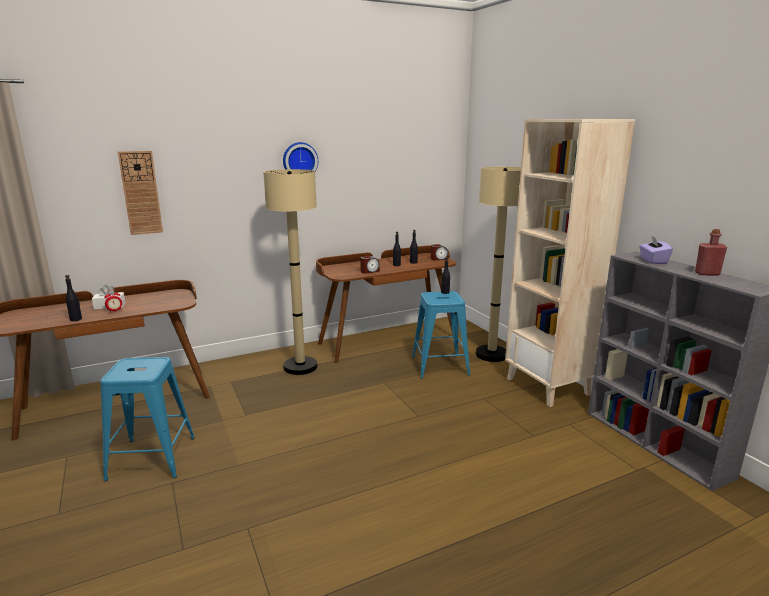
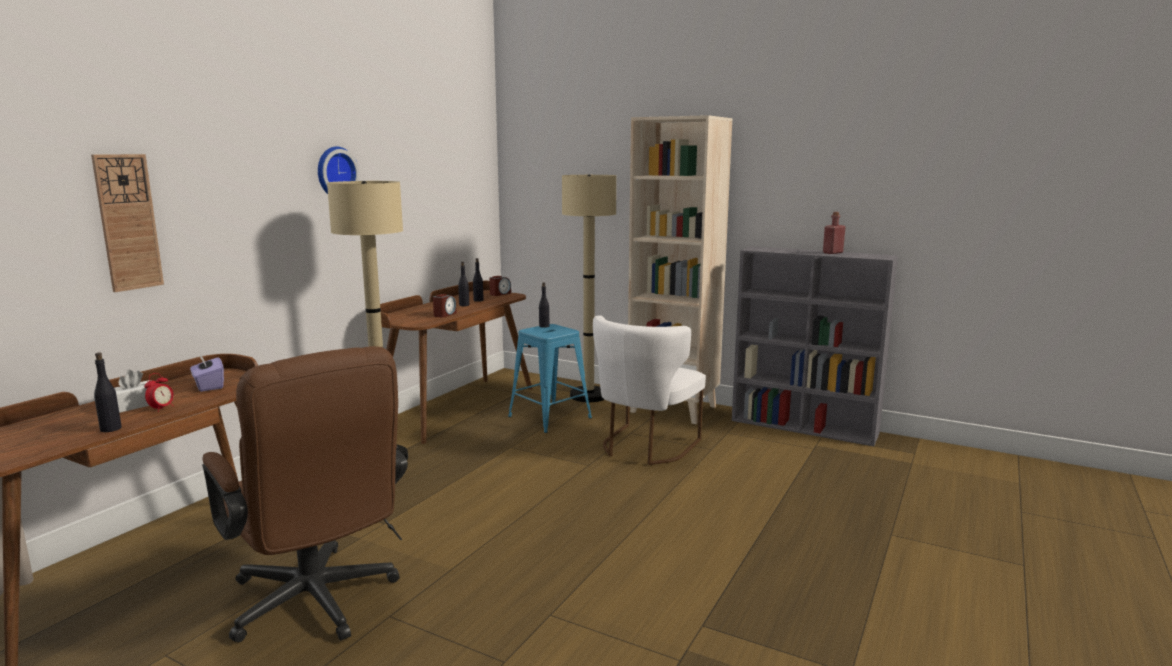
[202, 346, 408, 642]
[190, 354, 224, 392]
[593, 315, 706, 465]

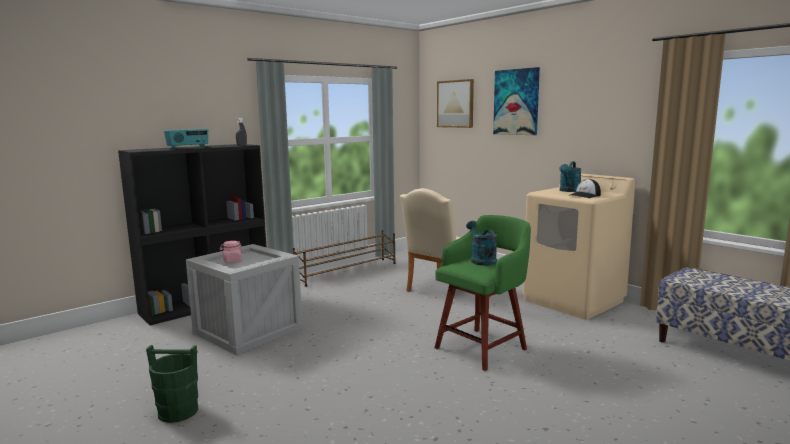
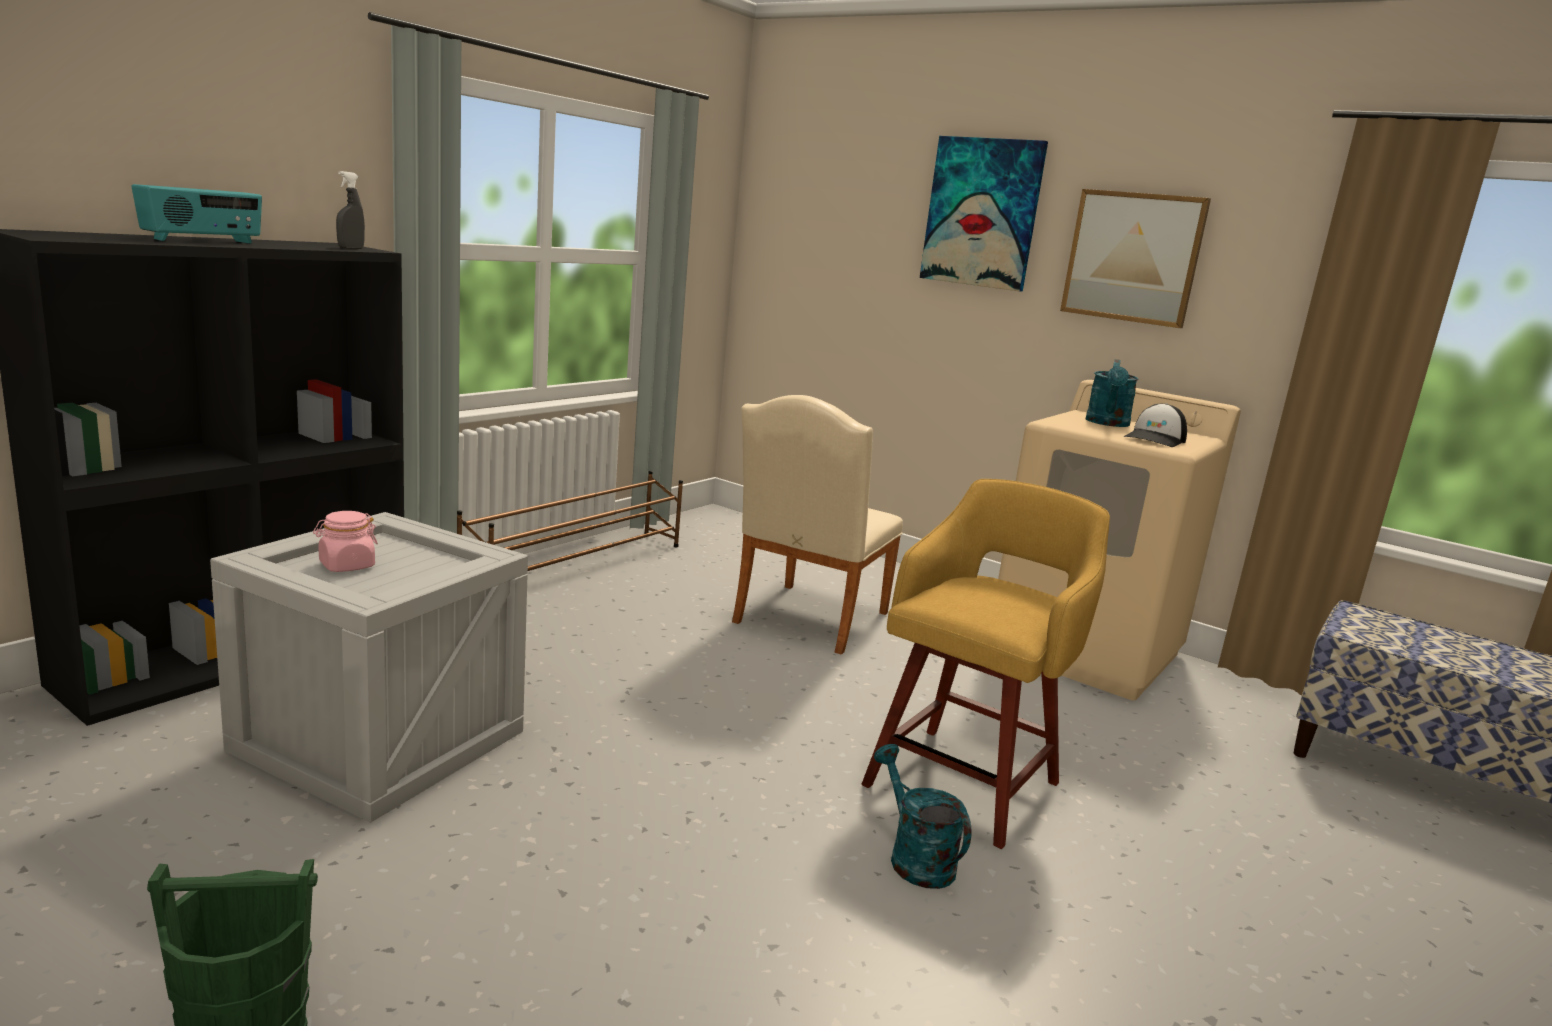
[861, 479, 1110, 849]
[1060, 189, 1211, 328]
[874, 744, 972, 889]

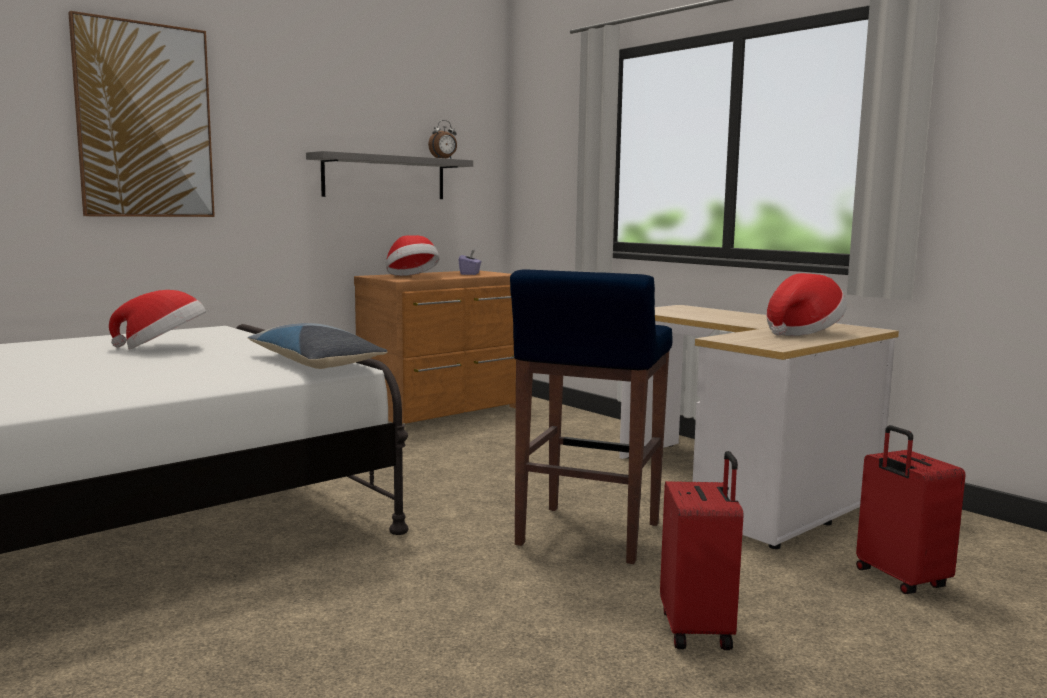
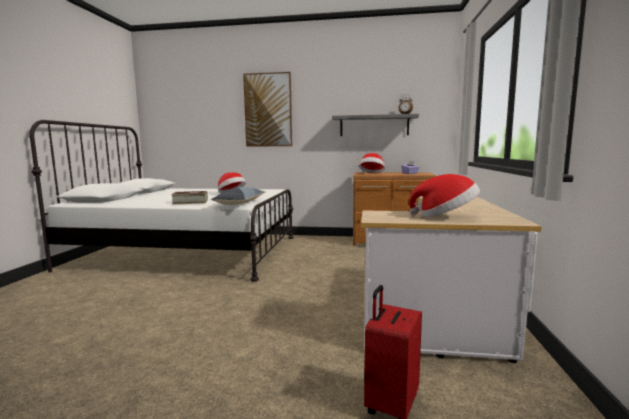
[510, 269, 672, 564] (first image)
[660, 451, 743, 650] (first image)
[171, 191, 208, 205]

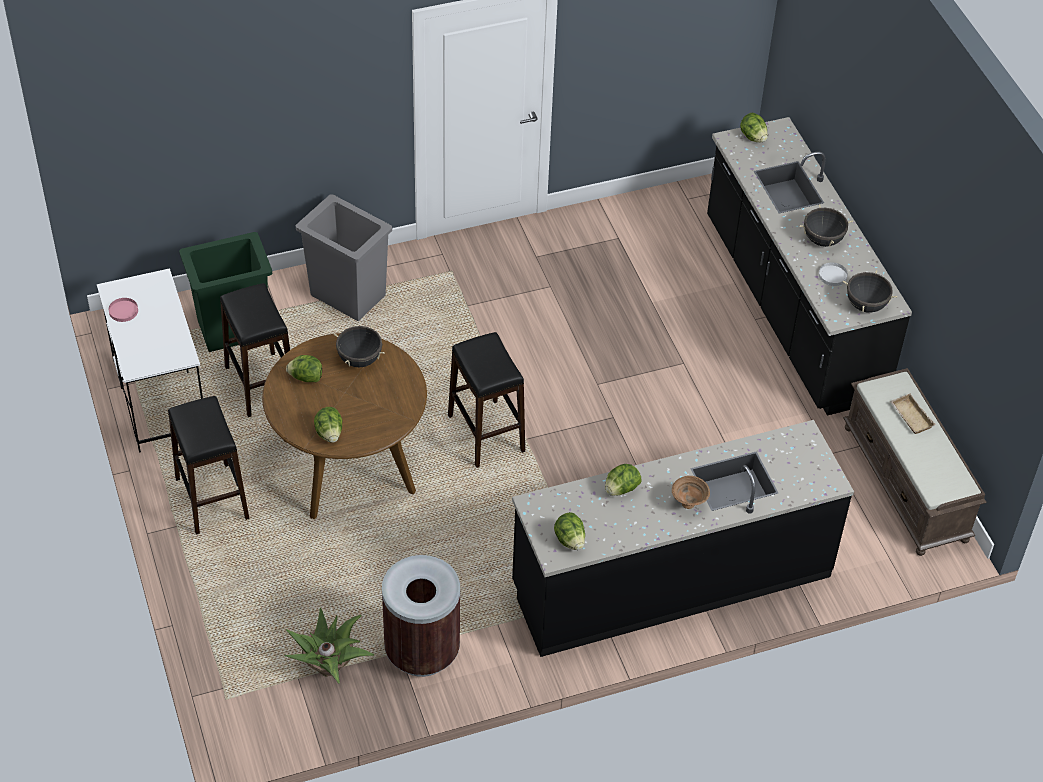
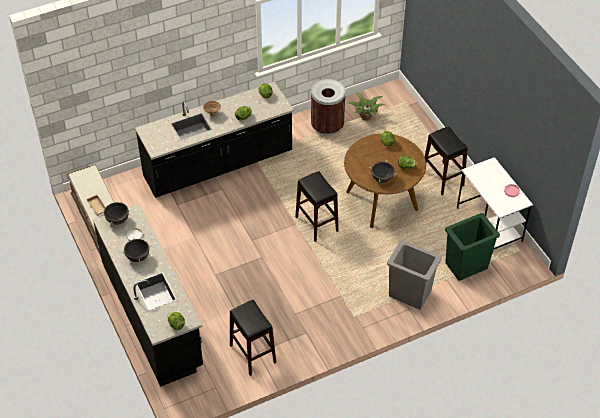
[230, 300, 276, 376]

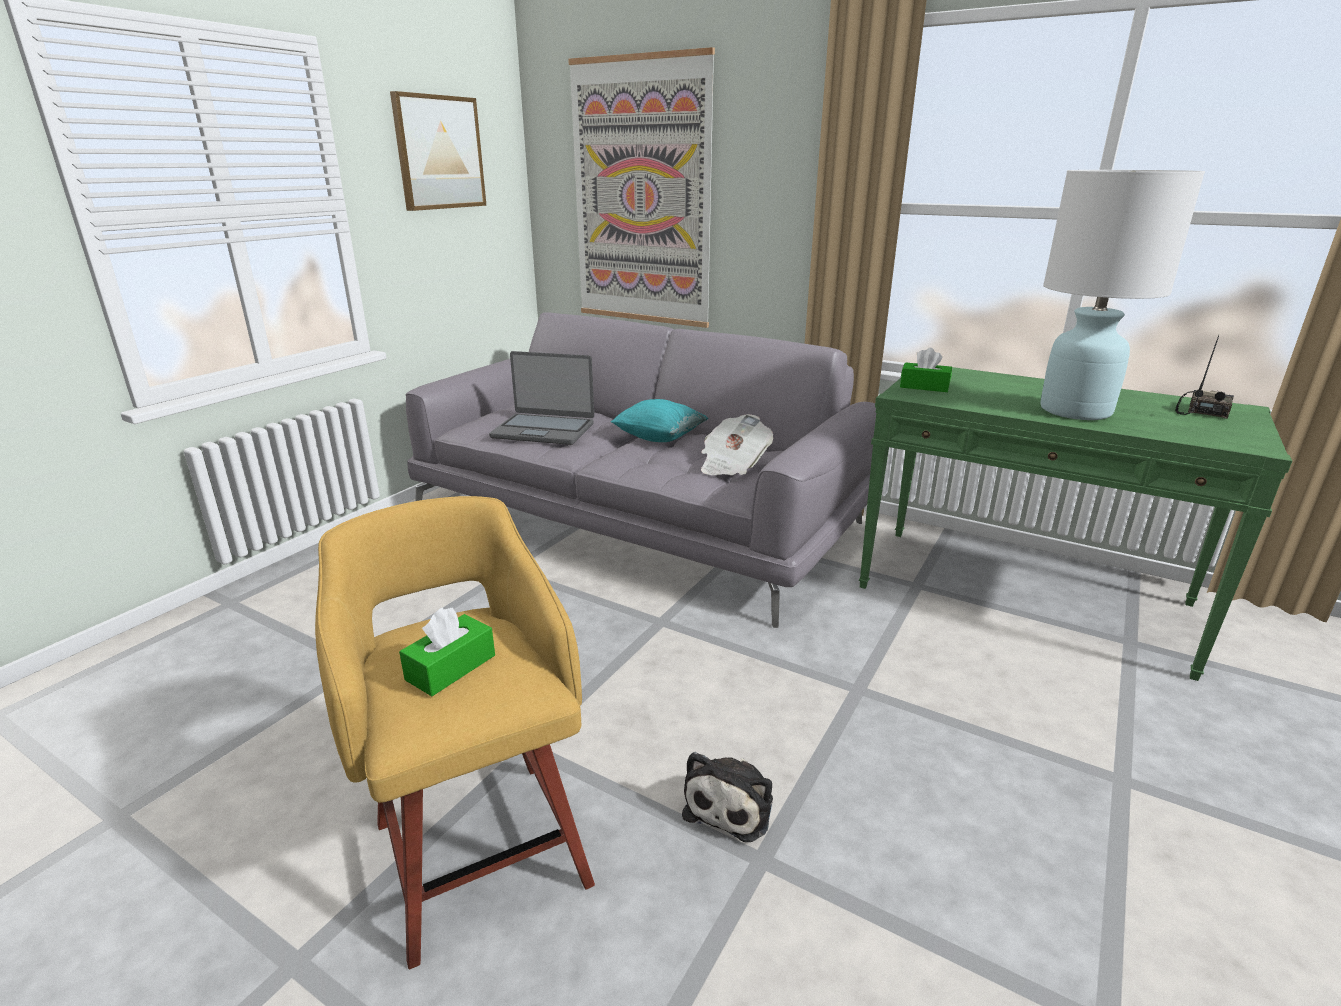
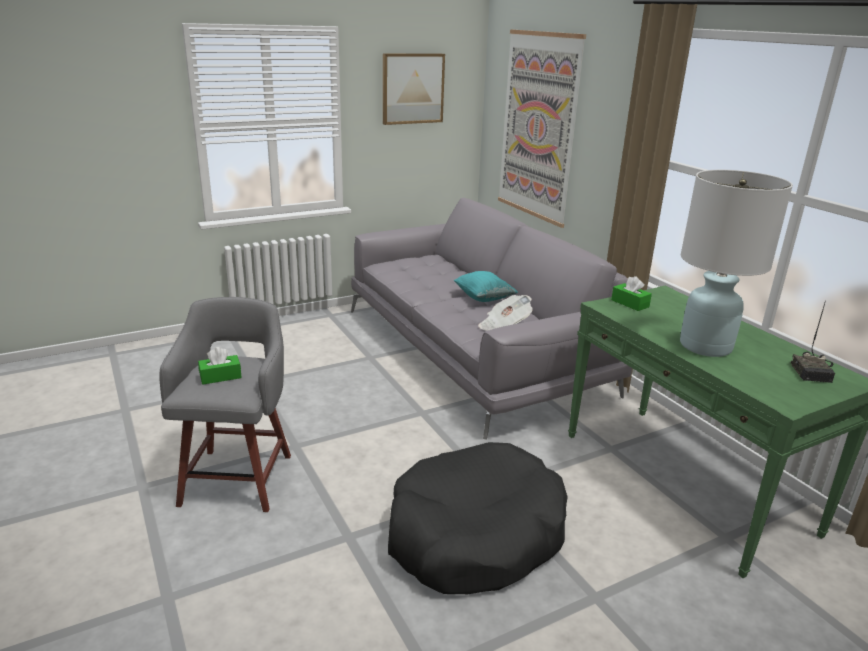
[159, 297, 291, 512]
[489, 351, 594, 445] (first image)
[682, 752, 773, 842] (first image)
[791, 300, 835, 383]
[388, 442, 567, 594]

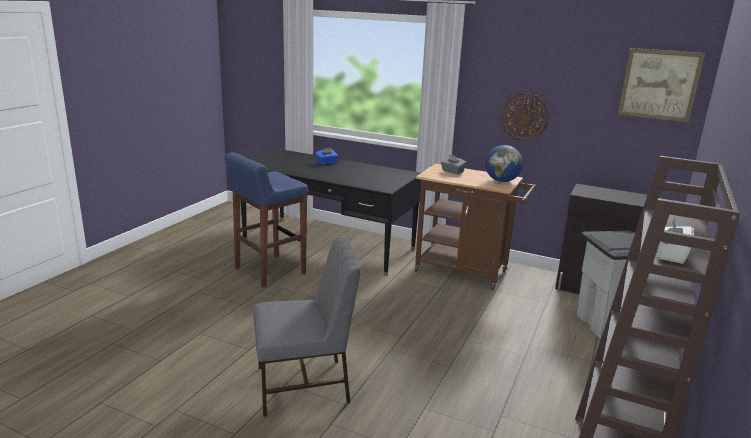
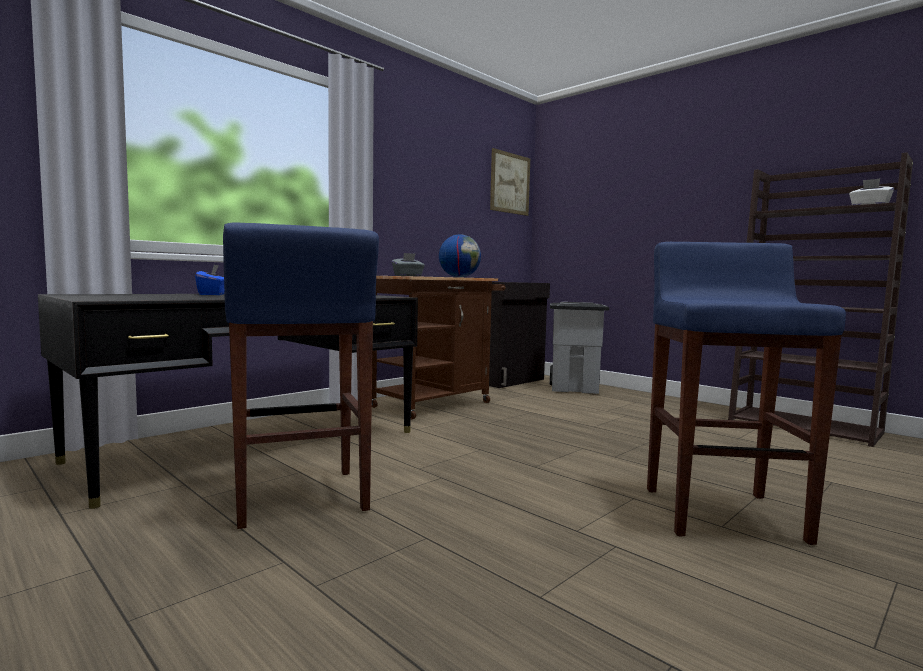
[647, 242, 846, 545]
[501, 93, 549, 141] (first image)

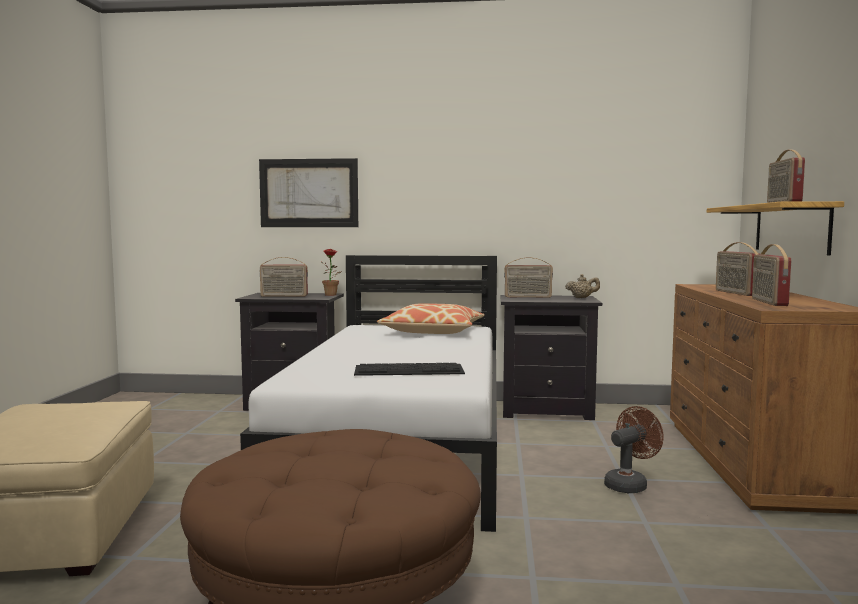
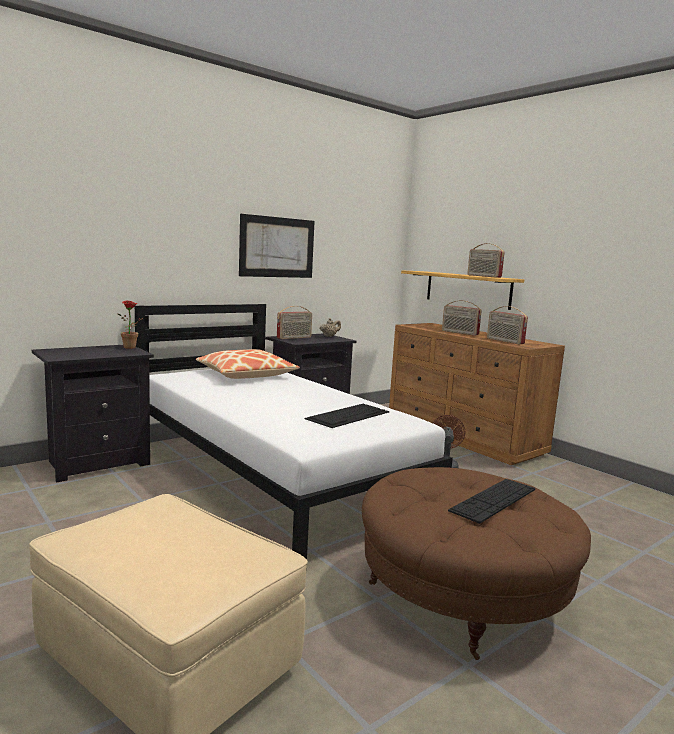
[239, 214, 315, 278]
[259, 257, 308, 297] (first image)
[448, 479, 535, 524]

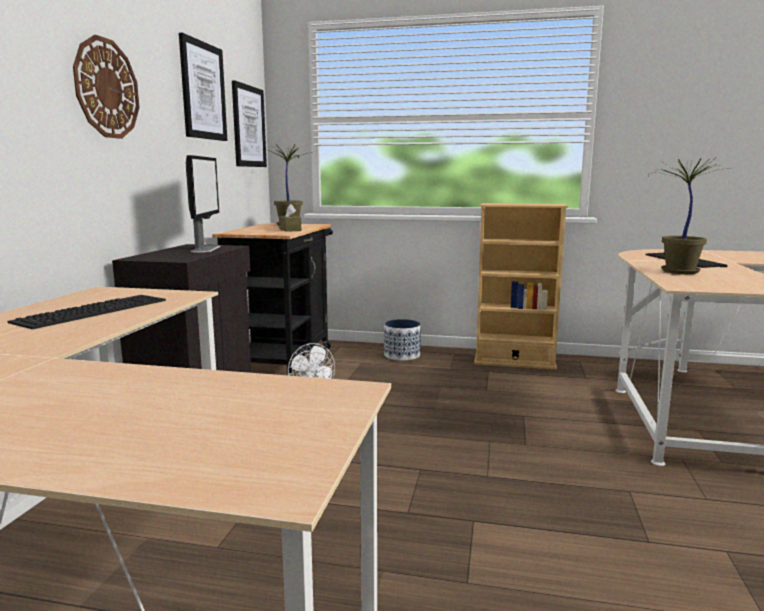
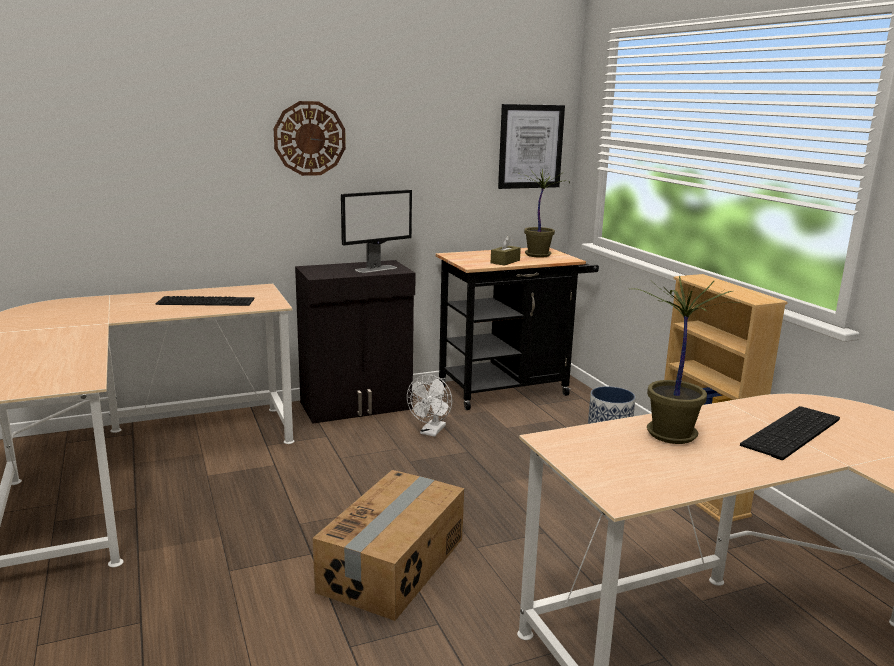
[179, 33, 227, 141] (first image)
[312, 470, 464, 621]

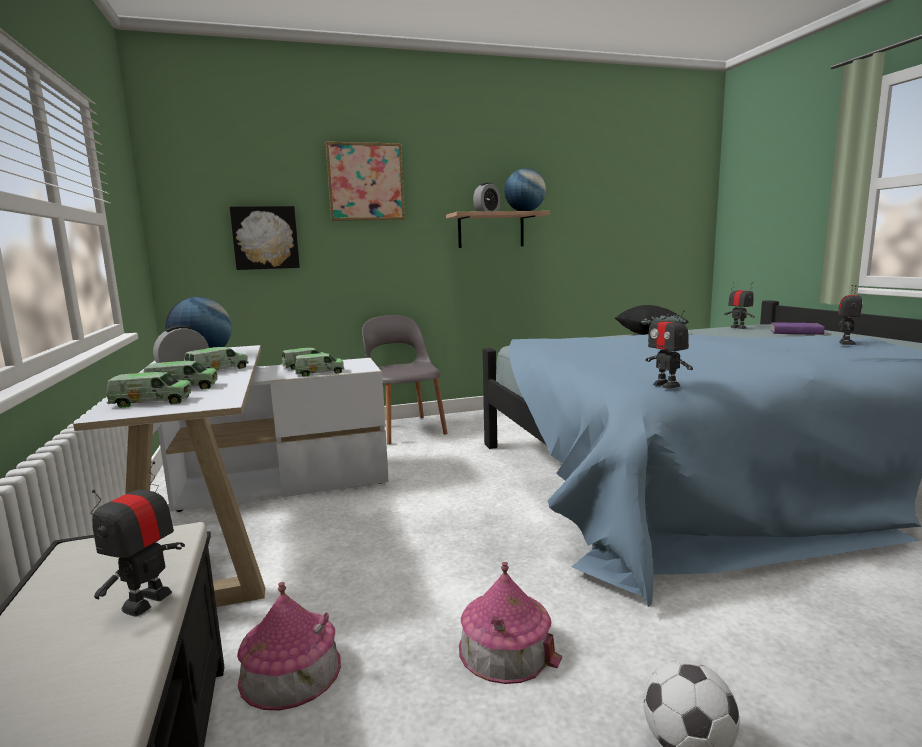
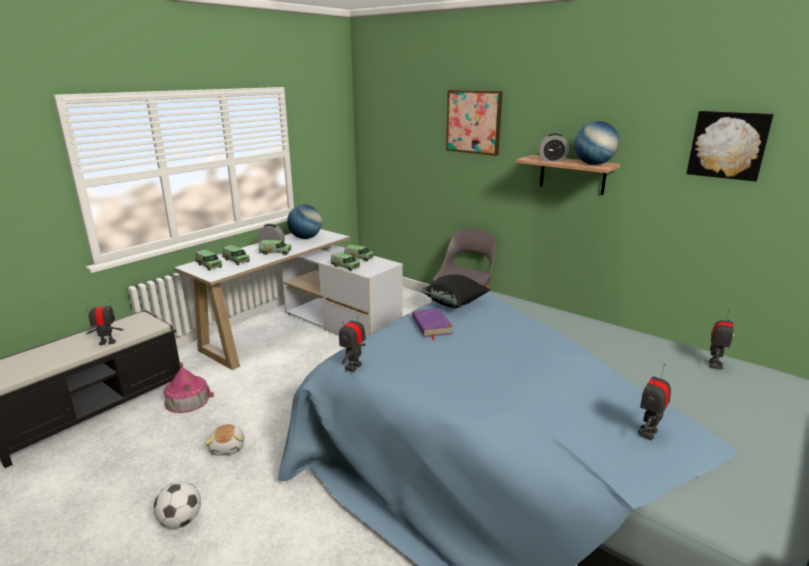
[687, 111, 774, 181]
[205, 424, 245, 456]
[421, 274, 490, 308]
[412, 308, 453, 340]
[637, 364, 671, 441]

